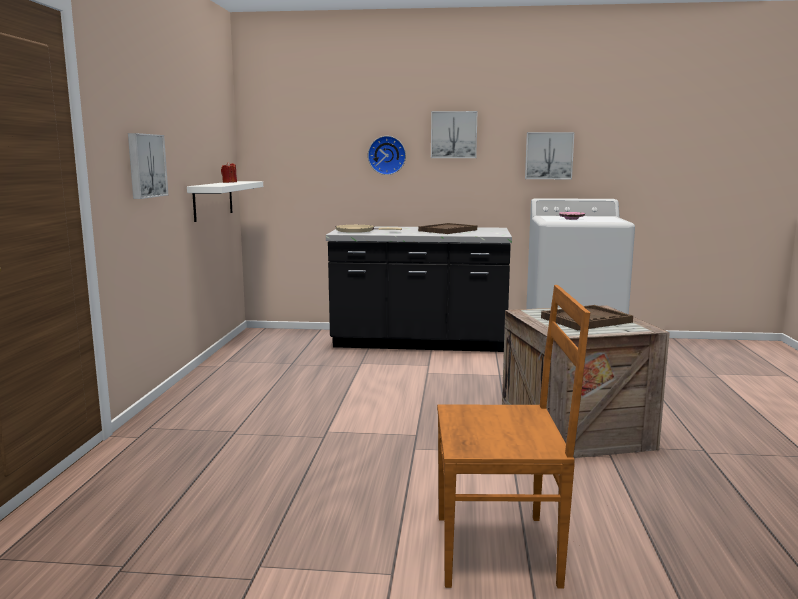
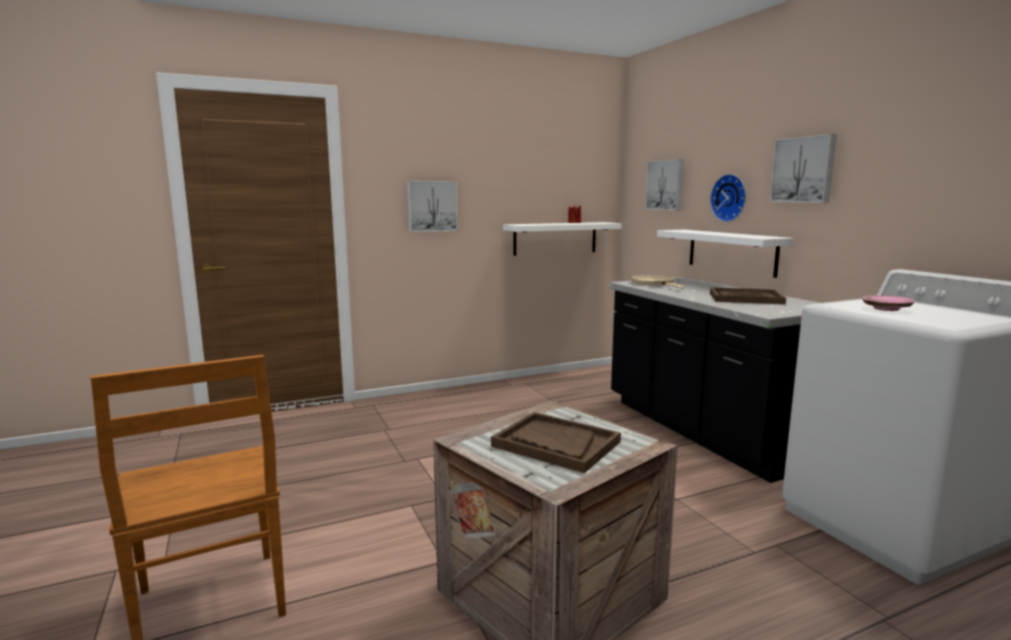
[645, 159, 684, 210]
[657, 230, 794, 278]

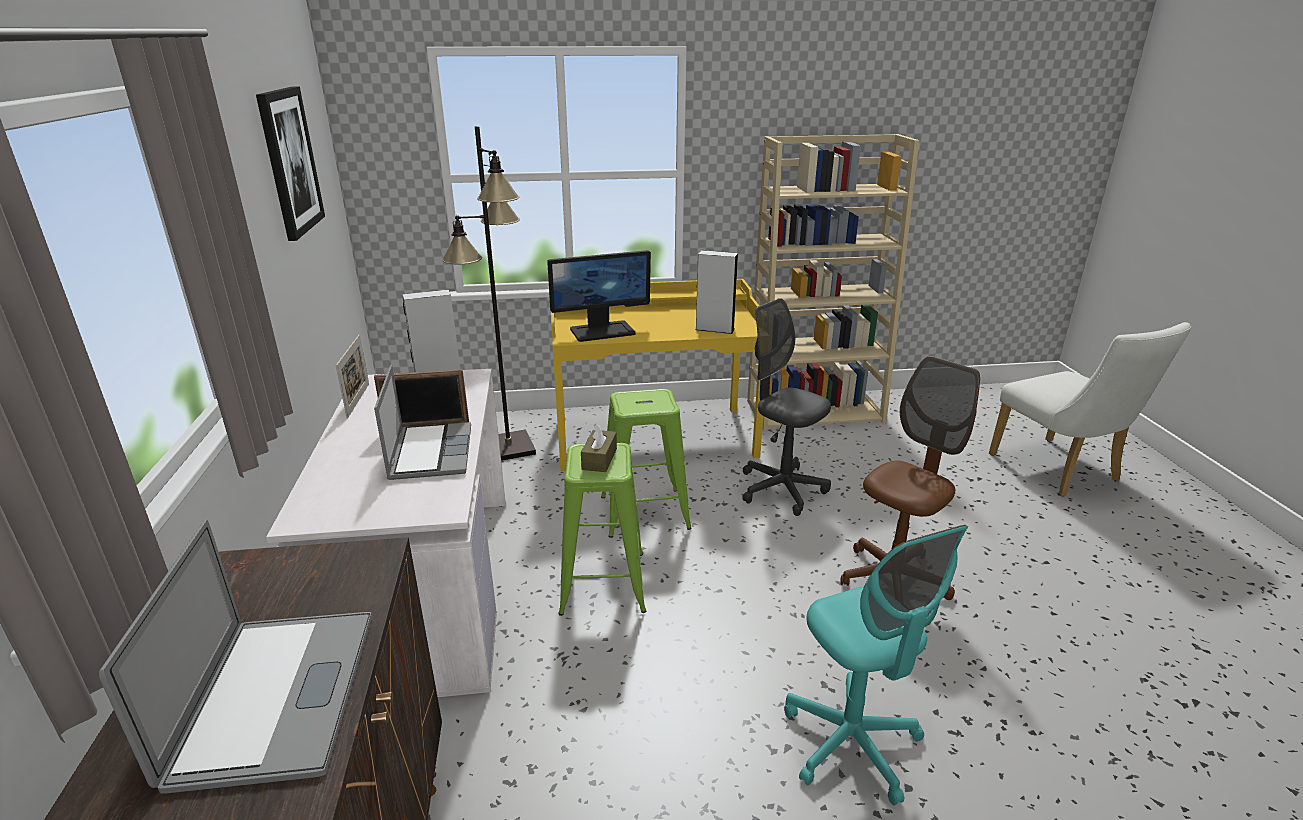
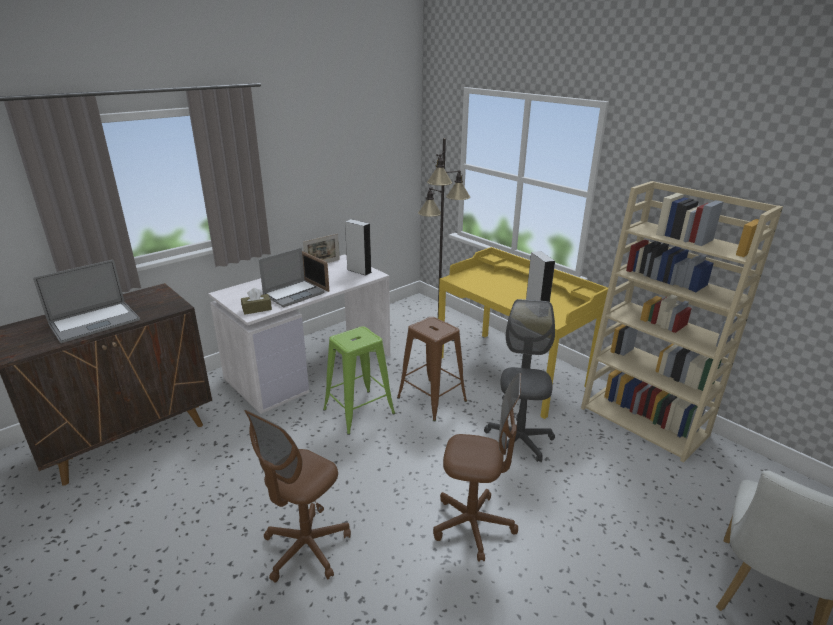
[256, 86, 325, 241] (first image)
[547, 250, 651, 342] (first image)
[241, 288, 272, 315]
[397, 317, 467, 421]
[244, 410, 351, 583]

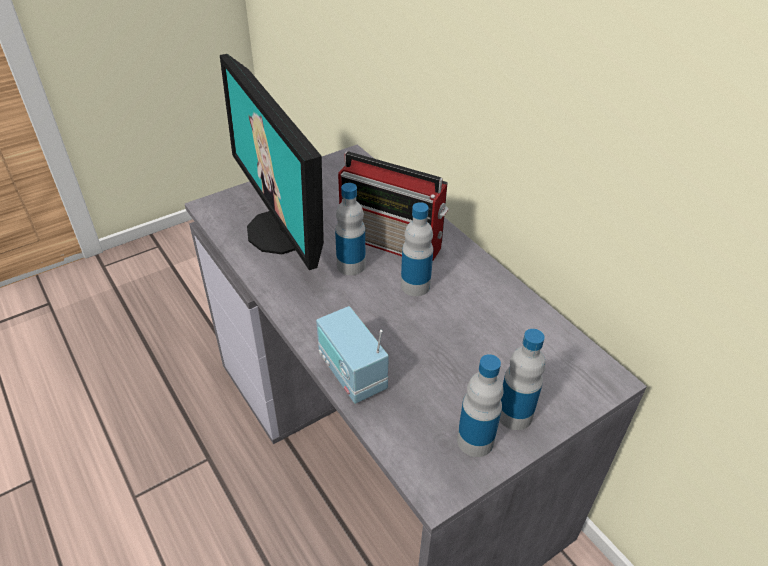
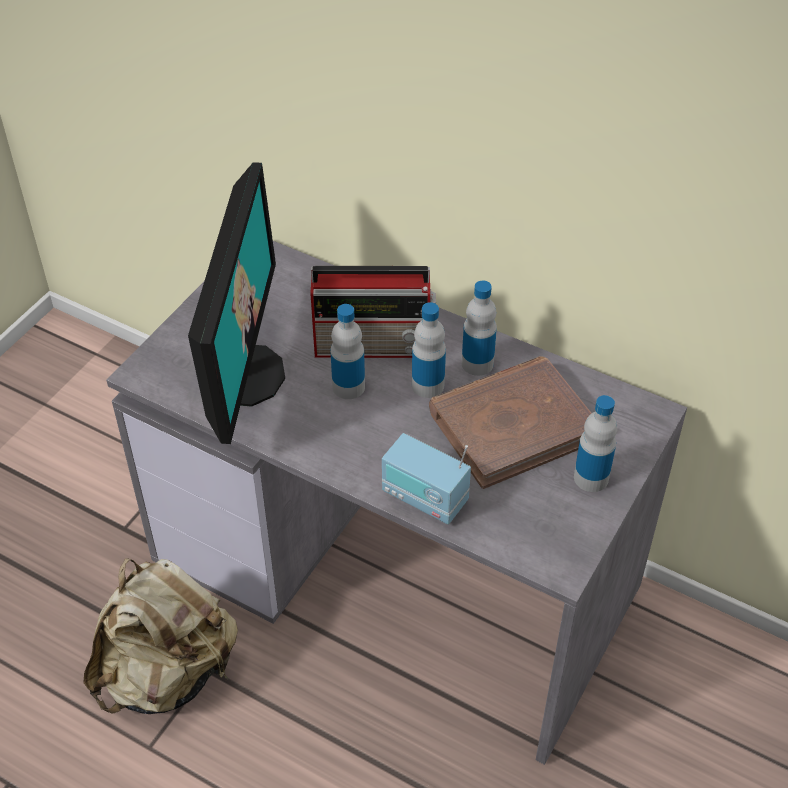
[188, 162, 285, 444]
[462, 281, 497, 376]
[83, 558, 238, 714]
[429, 356, 591, 489]

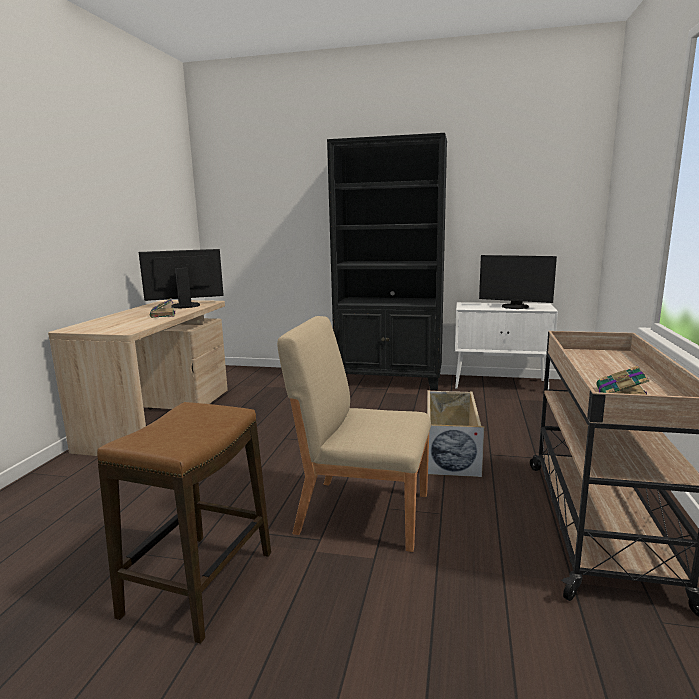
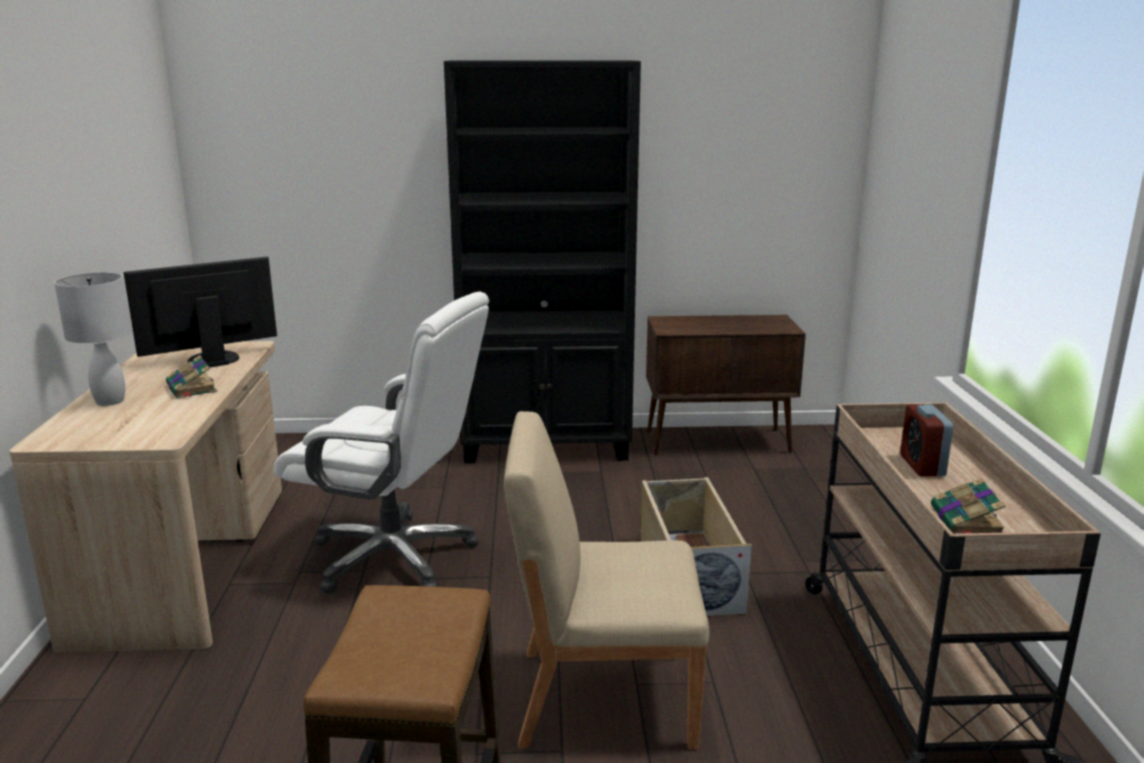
[646, 315, 806, 456]
[479, 255, 557, 309] (first image)
[54, 272, 131, 406]
[274, 291, 489, 594]
[900, 404, 953, 476]

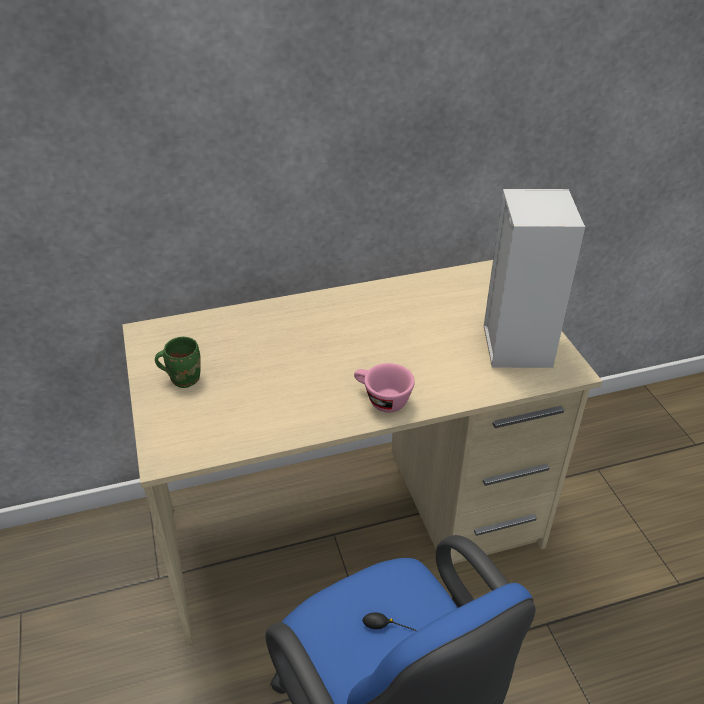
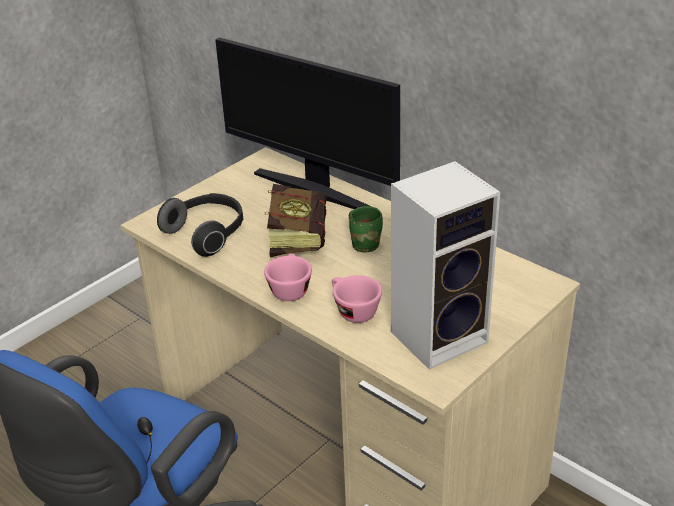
[349, 206, 383, 252]
[157, 193, 243, 257]
[215, 37, 400, 209]
[265, 184, 327, 257]
[332, 275, 382, 323]

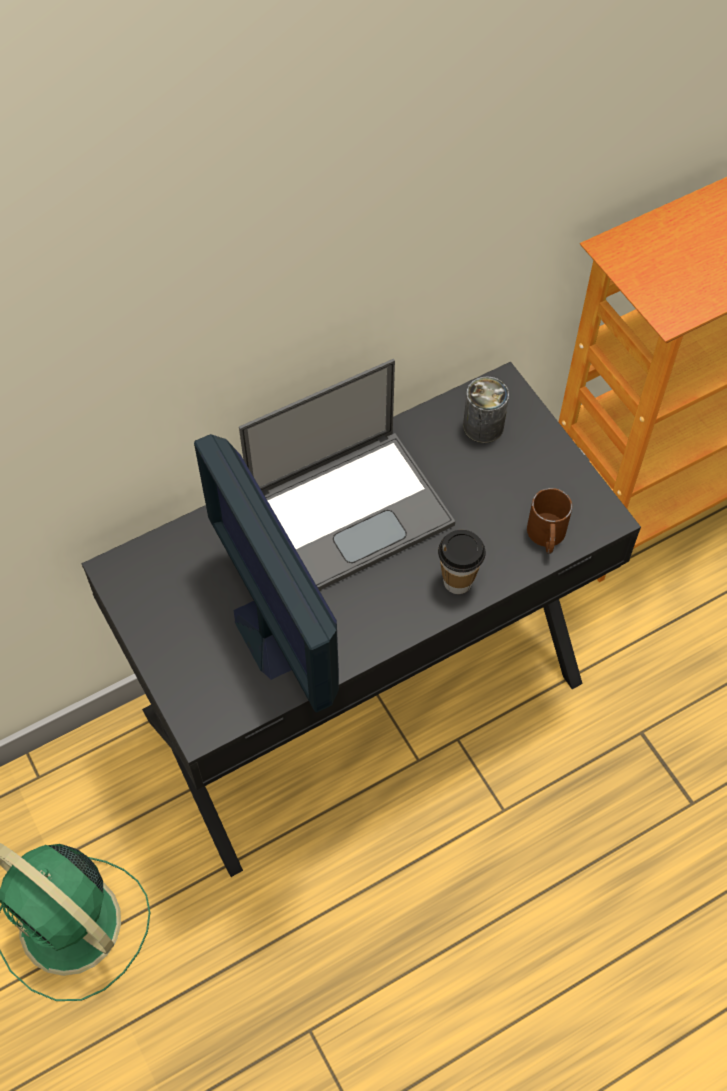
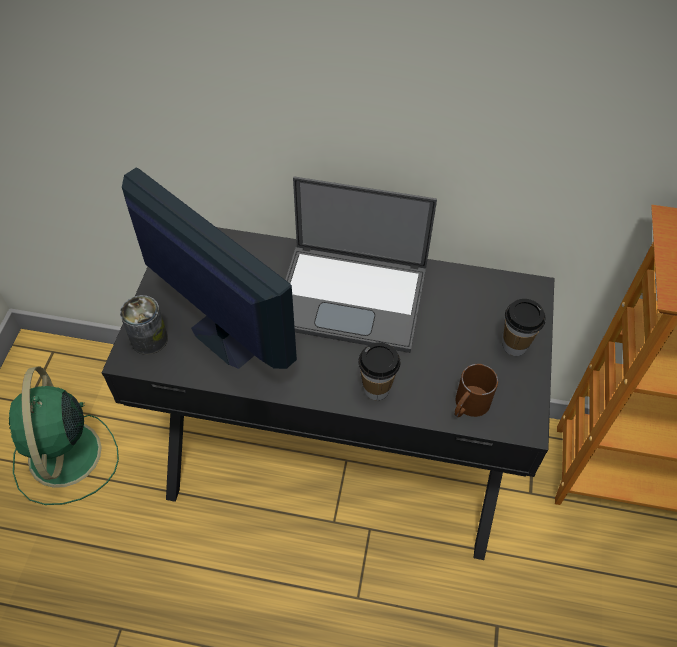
[122, 167, 297, 369]
[120, 295, 168, 355]
[503, 299, 546, 356]

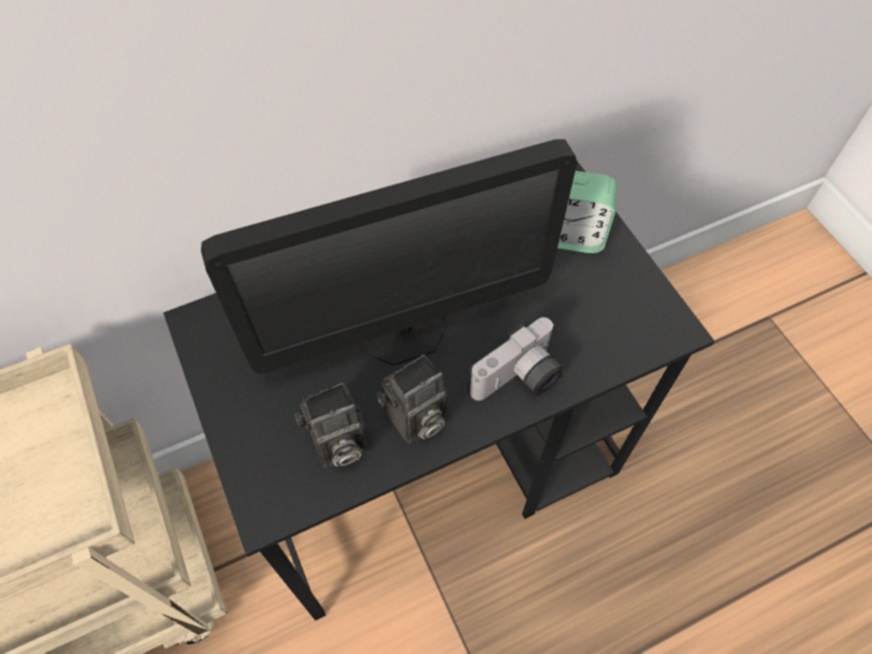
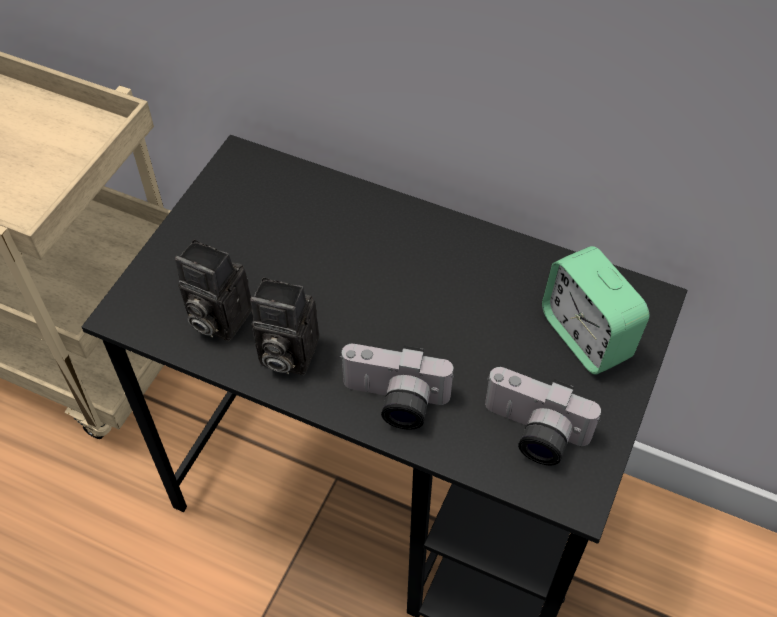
[201, 139, 577, 374] (first image)
[485, 367, 601, 465]

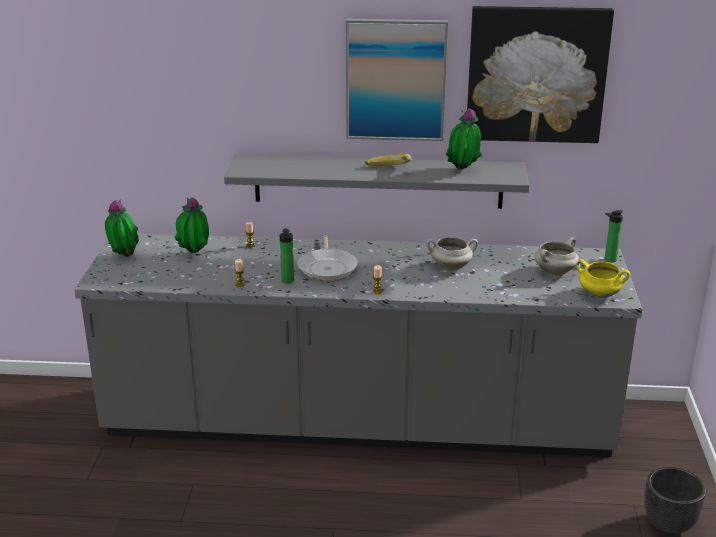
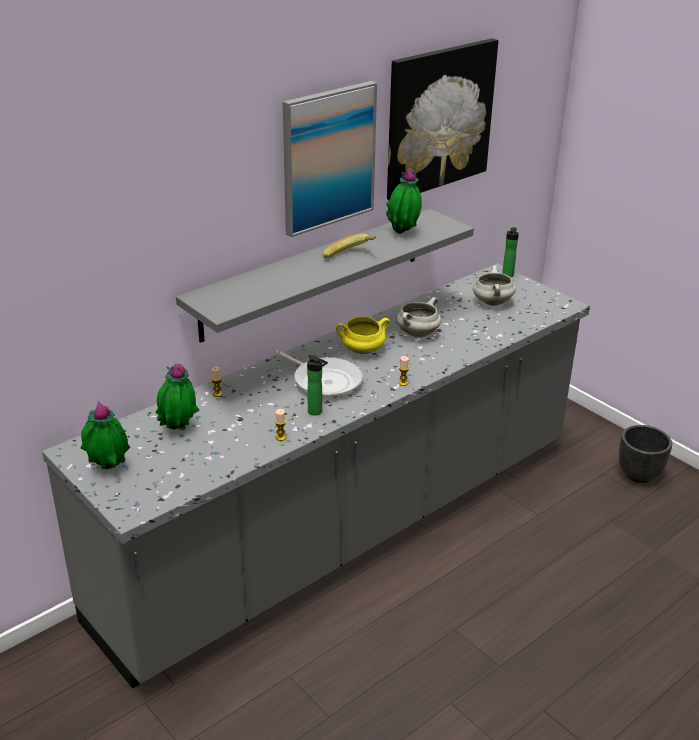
[336, 317, 390, 354]

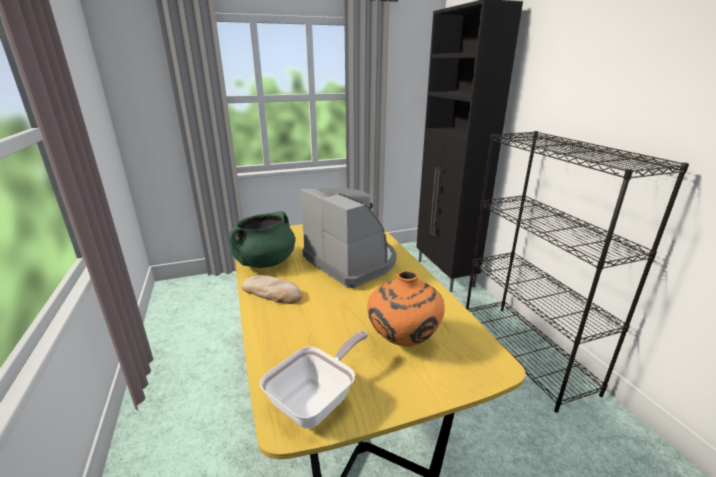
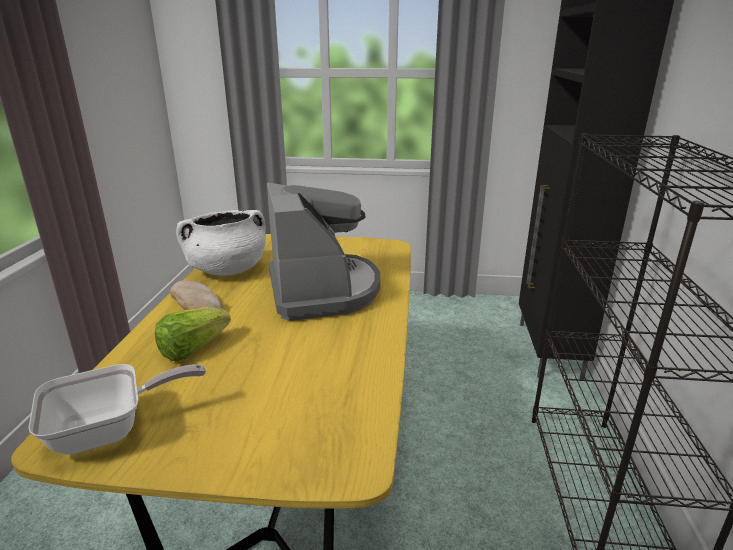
[176, 210, 266, 276]
[367, 271, 445, 347] (first image)
[155, 307, 231, 361]

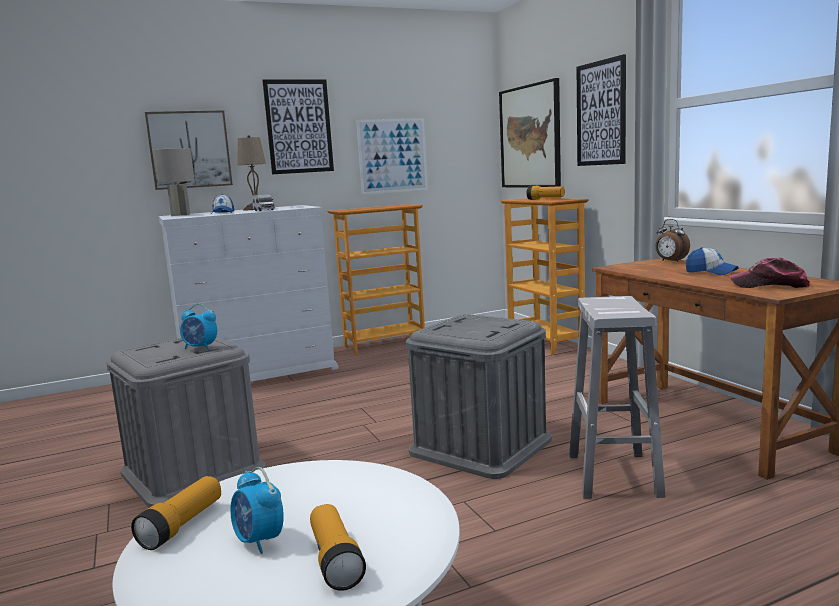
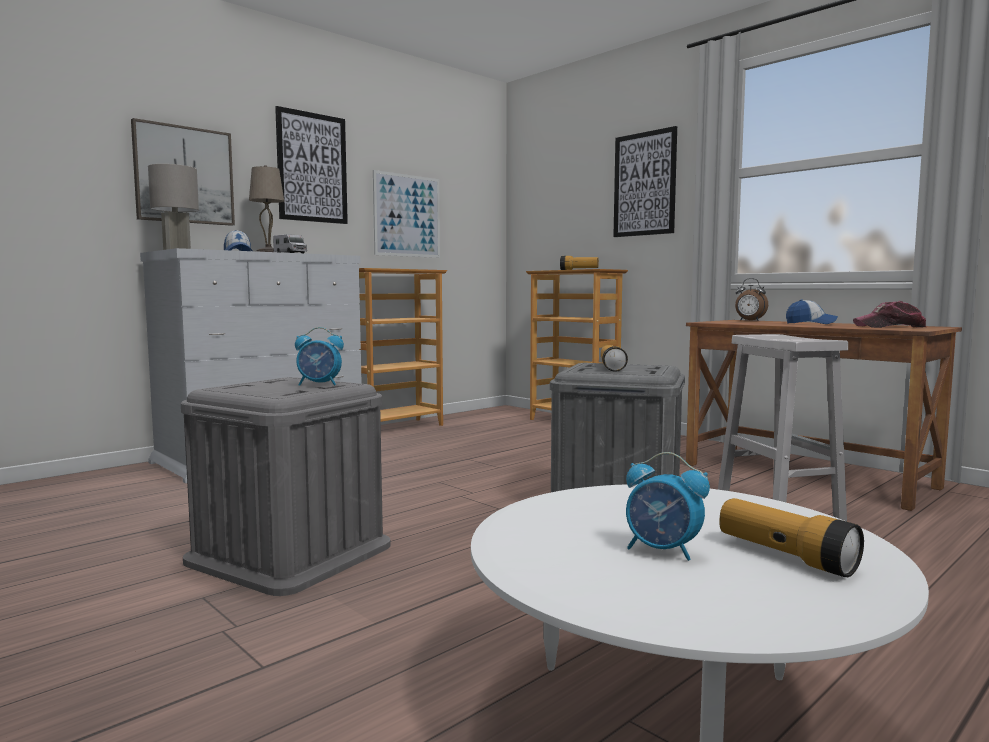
[601, 345, 628, 372]
[499, 78, 561, 187] (first image)

